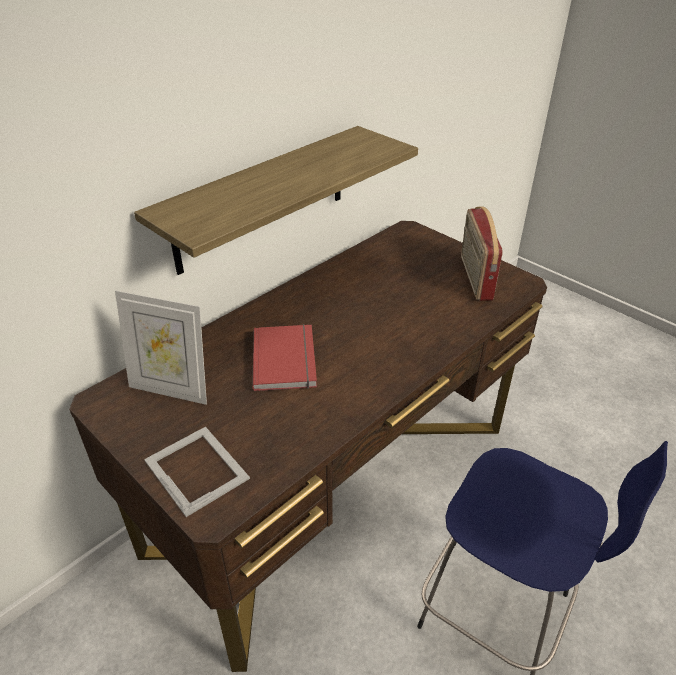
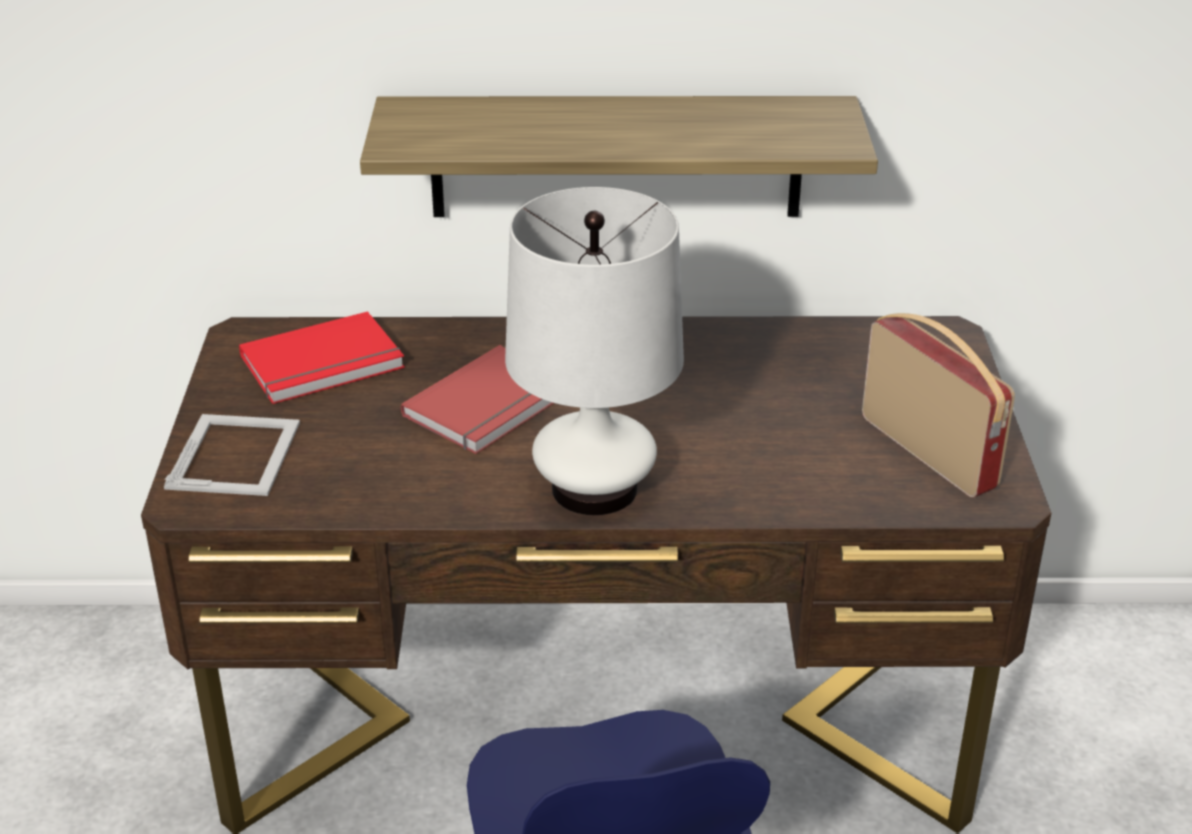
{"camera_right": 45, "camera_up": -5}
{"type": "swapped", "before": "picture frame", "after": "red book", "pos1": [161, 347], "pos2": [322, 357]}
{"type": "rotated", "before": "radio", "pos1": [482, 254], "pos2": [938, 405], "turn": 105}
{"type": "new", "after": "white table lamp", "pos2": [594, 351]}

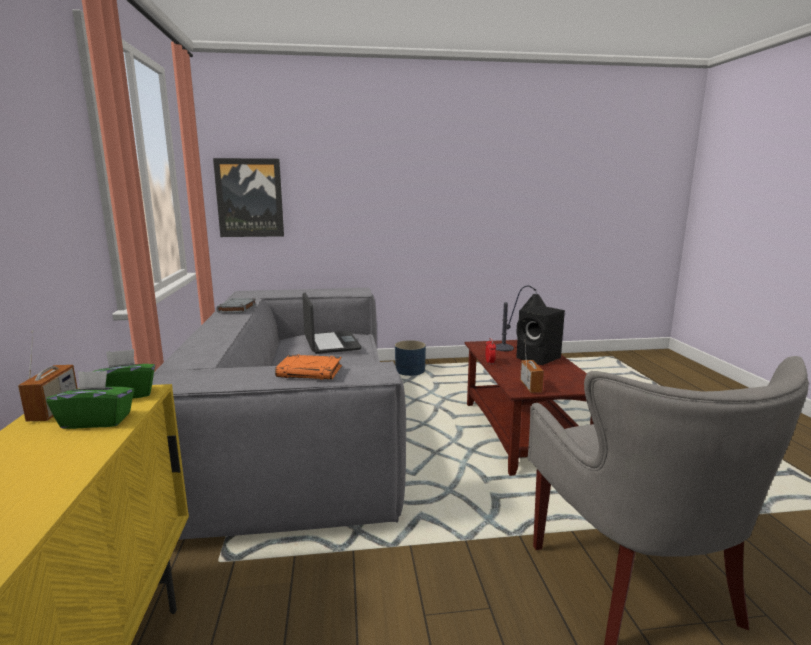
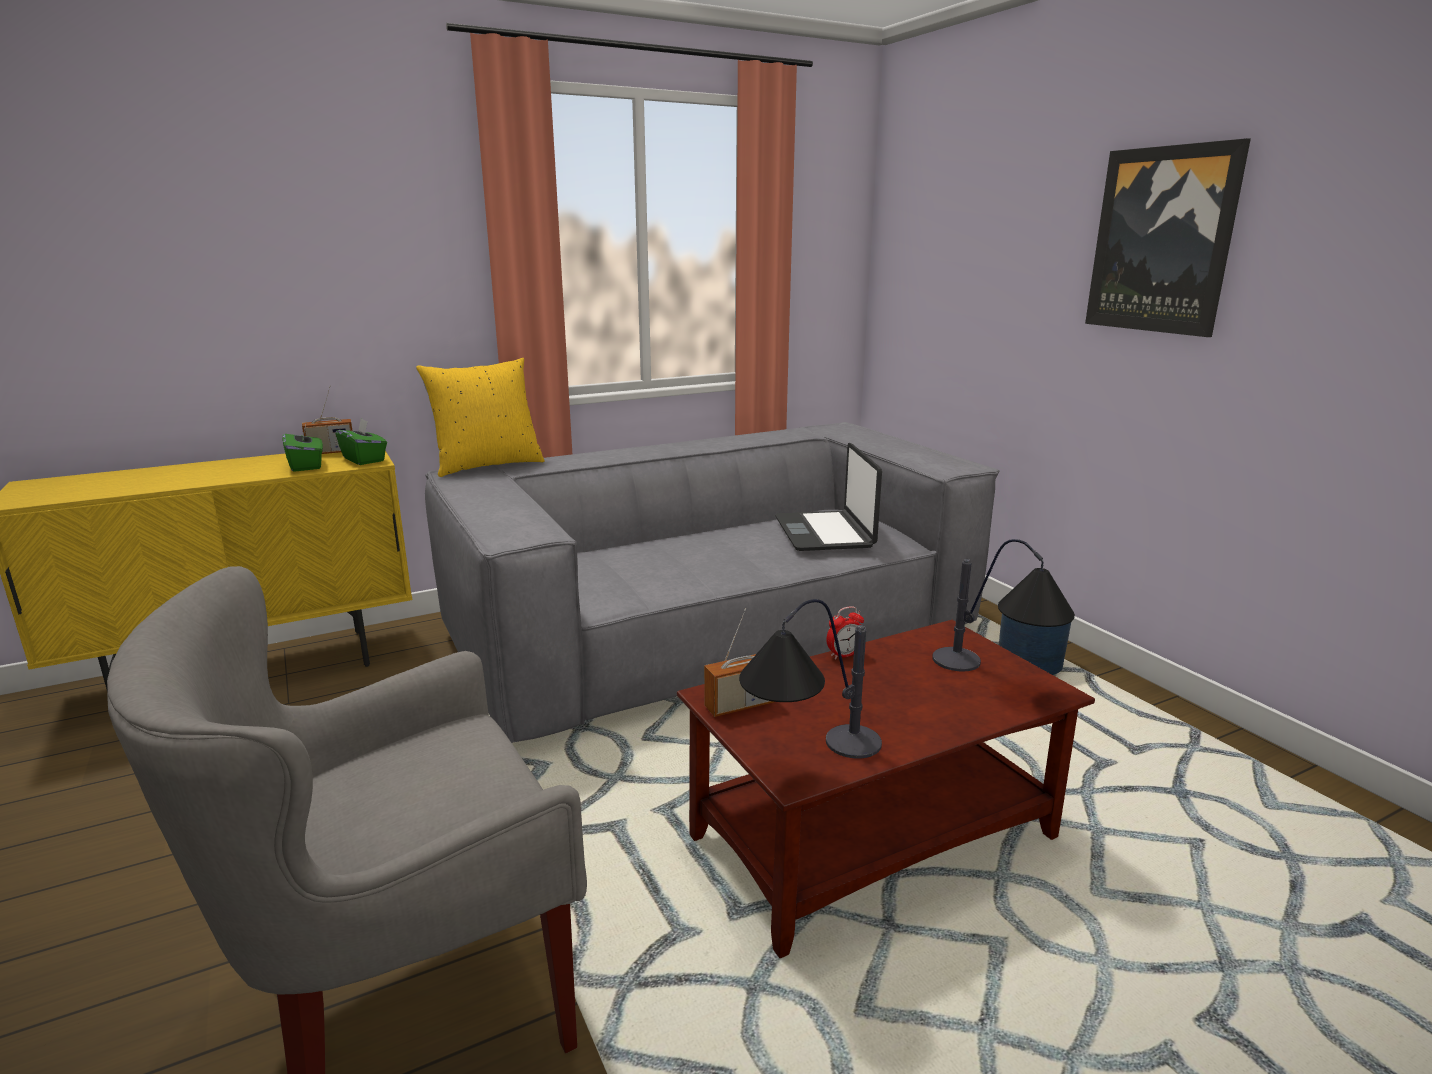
{"camera_right": 70, "camera_up": 5}
{"type": "shifted", "before": "picture", "pos1": [248, 197], "pos2": [1168, 237]}
{"type": "gone", "before": "grey book", "pos1": [236, 305]}
{"type": "gone", "before": "orange book", "pos1": [308, 367]}
{"type": "rotated", "before": "laptop", "pos1": [332, 323], "pos2": [828, 497], "turn": 120}
{"type": "gone", "before": "black speaker", "pos1": [540, 335]}
{"type": "new", "after": "yellow pillow", "pos2": [480, 417]}
{"type": "new", "after": "table lamp", "pos2": [810, 679]}

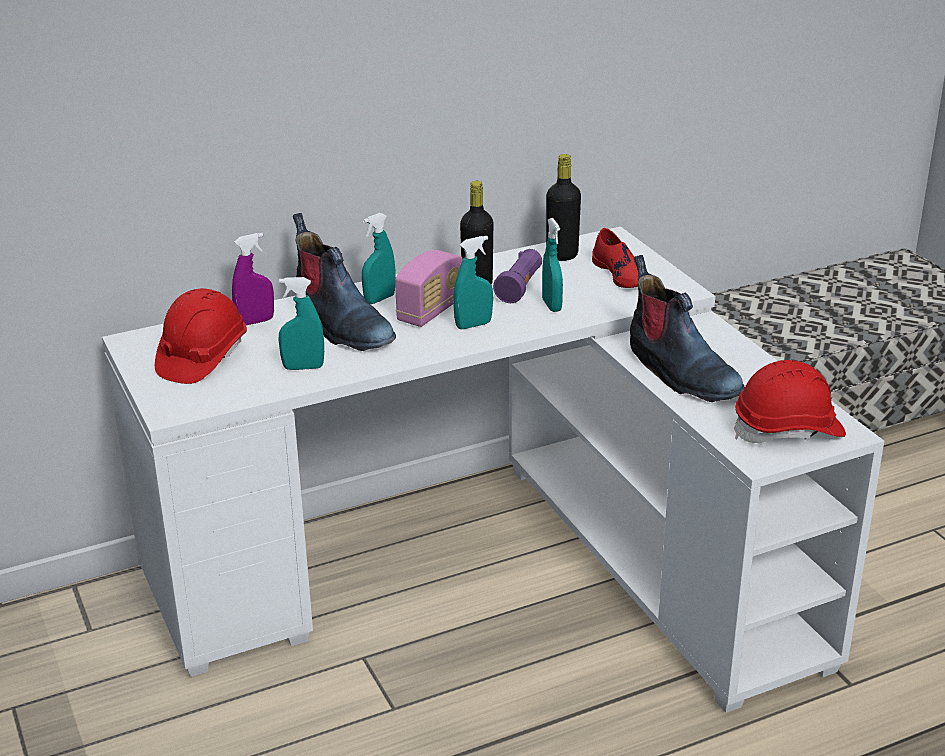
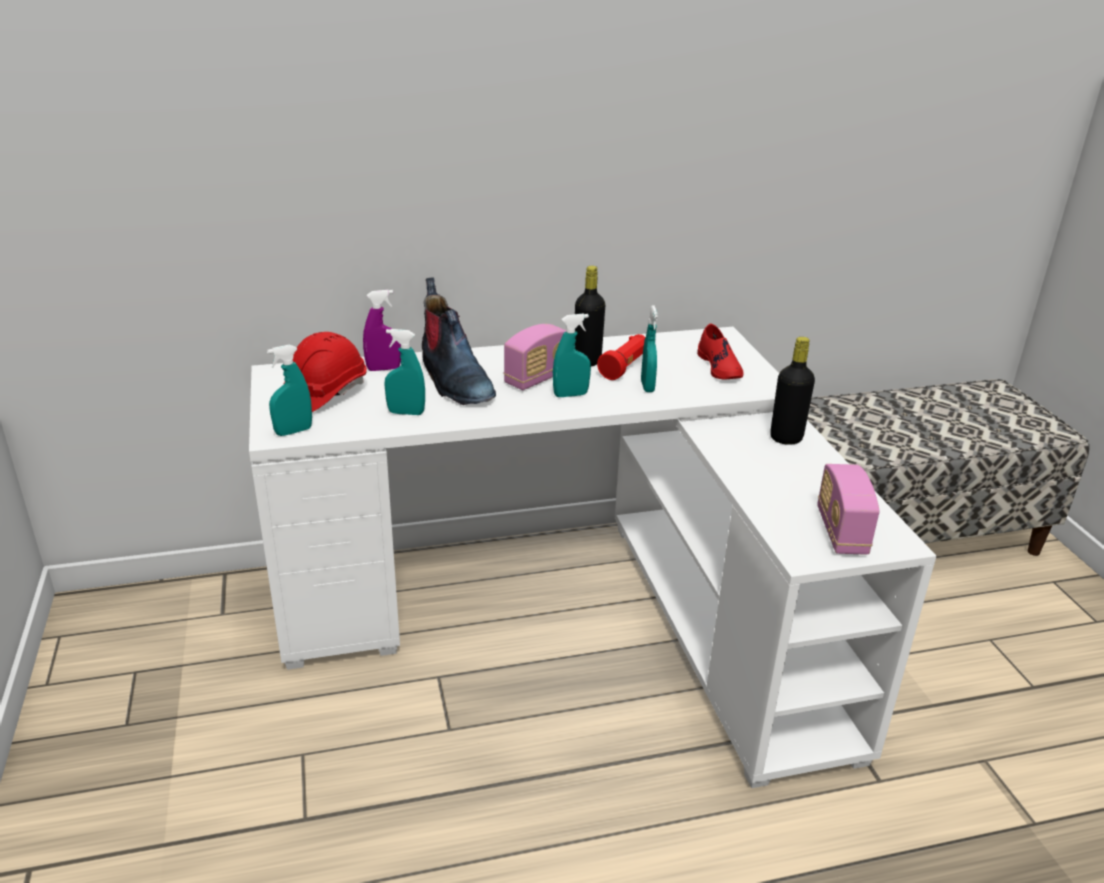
{"camera_right": 10, "camera_up": 0}
{"type": "shifted", "before": "turquoise spray bottle", "pos1": [378, 258], "pos2": [289, 390]}
{"type": "repainted", "before": "purple flashlight", "after": "red flashlight", "pos1": [517, 276], "pos2": [621, 357]}
{"type": "shifted", "before": "black bottle", "pos1": [563, 207], "pos2": [792, 391]}
{"type": "gone", "before": "boot", "pos1": [687, 328]}
{"type": "swapped", "before": "red hard hat", "after": "radio", "pos1": [790, 401], "pos2": [848, 509]}

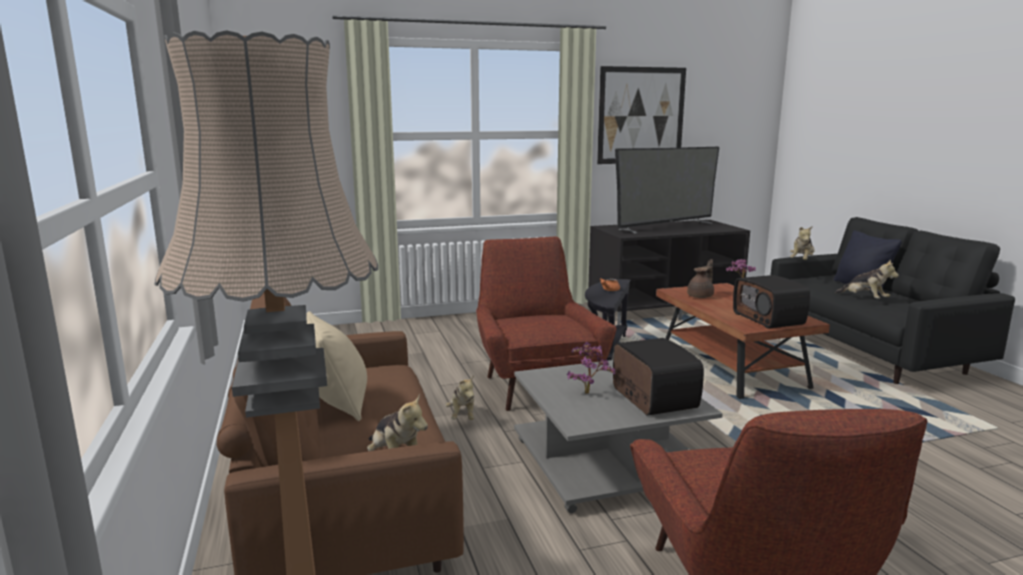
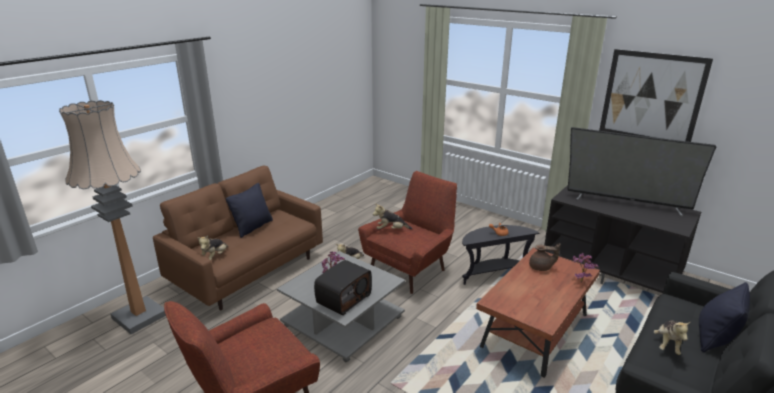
{"camera_right": 55, "camera_up": 10}
{"type": "repainted", "before": "beige pillow", "after": "black pillow", "pos1": [336, 366], "pos2": [249, 210]}
{"type": "gone", "before": "radio", "pos1": [771, 302]}
{"type": "shifted", "before": "plush toy", "pos1": [802, 243], "pos2": [392, 216]}

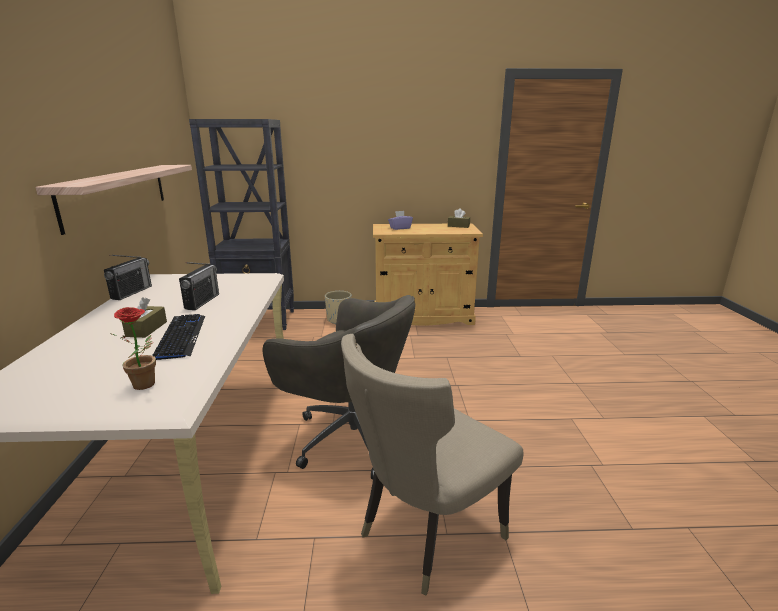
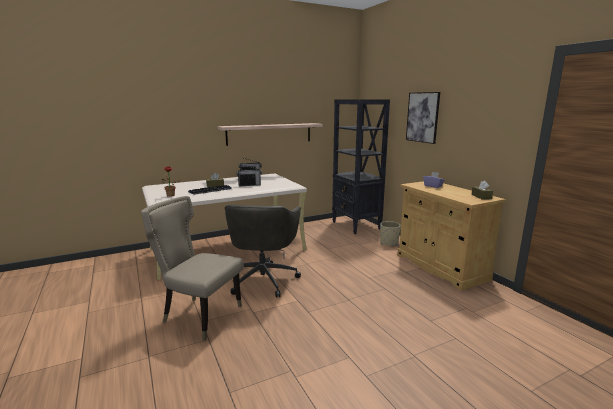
{"camera_right": 65, "camera_up": -5}
{"type": "new", "after": "picture", "pos2": [423, 118]}

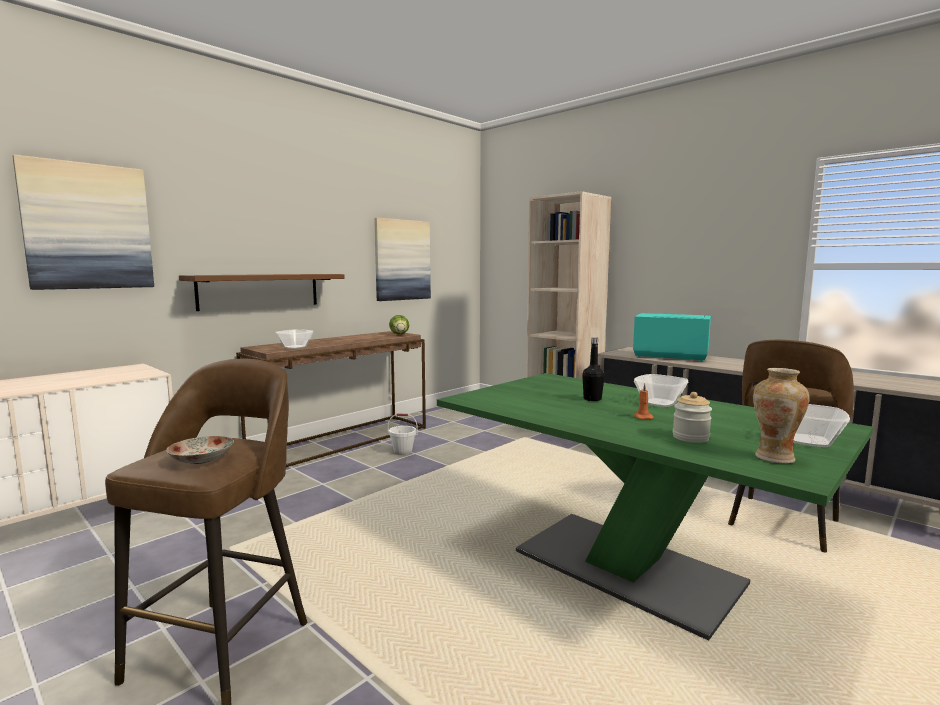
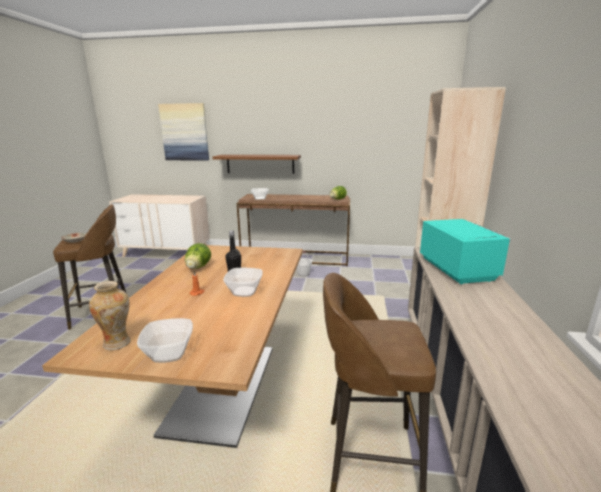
{"camera_right": 55, "camera_up": 10}
{"type": "gone", "before": "picture", "pos1": [402, 259]}
{"type": "repainted", "before": "green dining table", "after": "brown dining table", "pos1": [655, 507], "pos2": [172, 346]}
{"type": "gone", "before": "jar", "pos1": [692, 417]}
{"type": "new", "after": "lettuce", "pos2": [198, 256]}

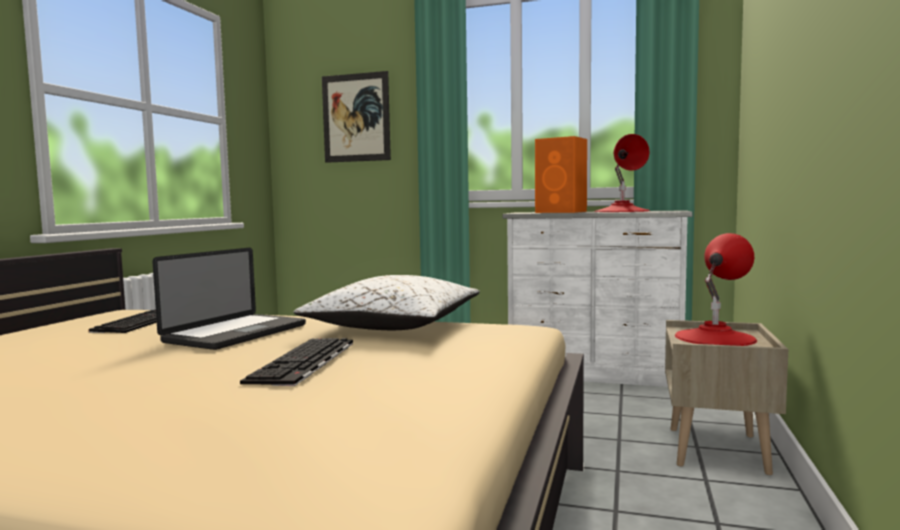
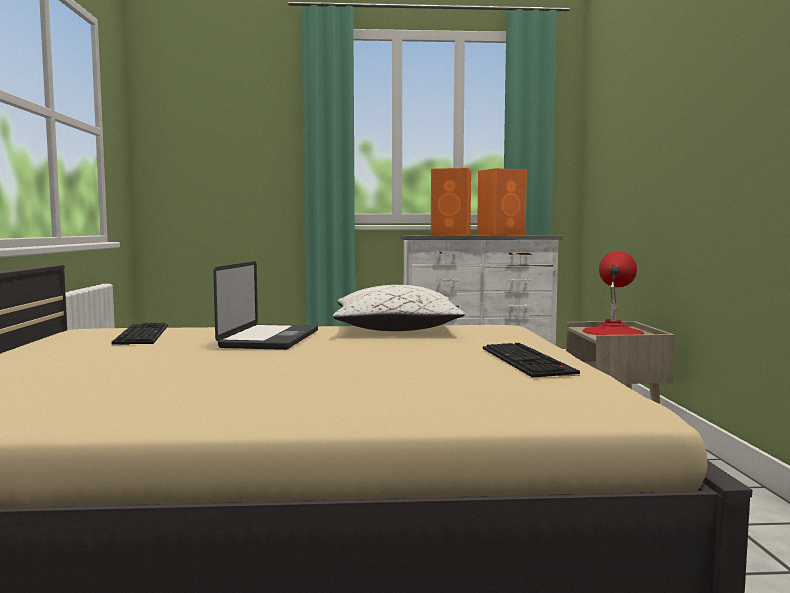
{"camera_right": -20, "camera_up": 0}
{"type": "shifted", "before": "keyboard", "pos1": [296, 362], "pos2": [531, 360]}
{"type": "gone", "before": "picture", "pos1": [356, 117]}
{"type": "swapped", "before": "red table lamp", "after": "orange speaker", "pos1": [622, 173], "pos2": [502, 201]}

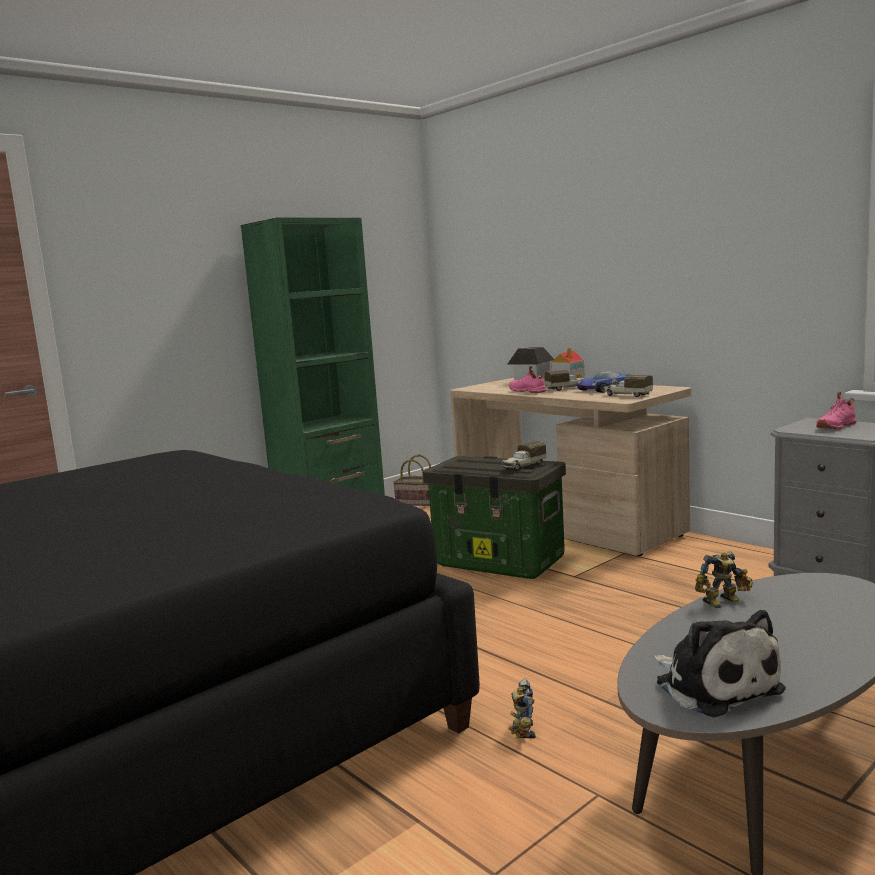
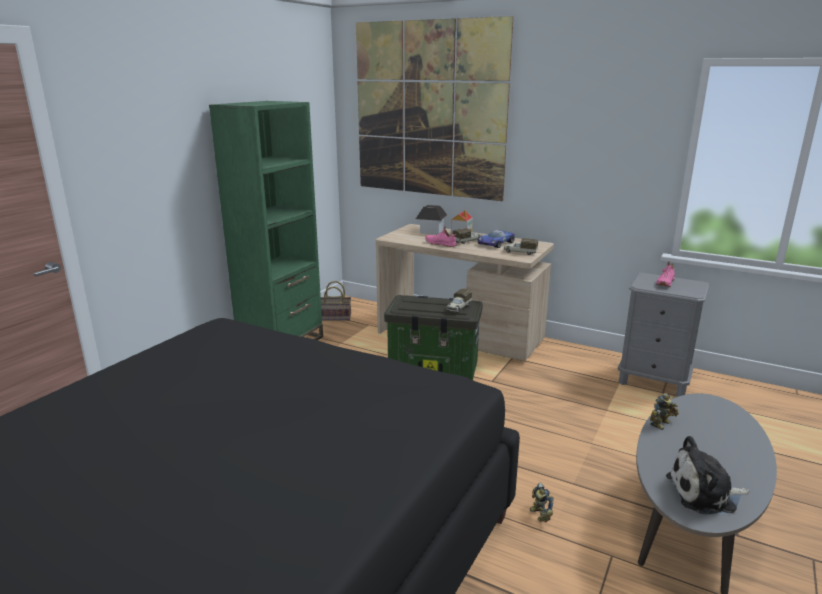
{"camera_right": -20, "camera_up": 10}
{"type": "rotated", "before": "plush toy", "pos1": [719, 664], "pos2": [708, 475], "turn": 135}
{"type": "new", "after": "picture", "pos2": [435, 108]}

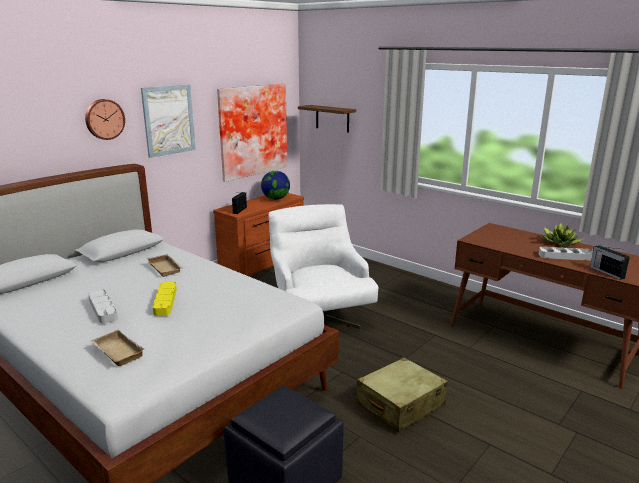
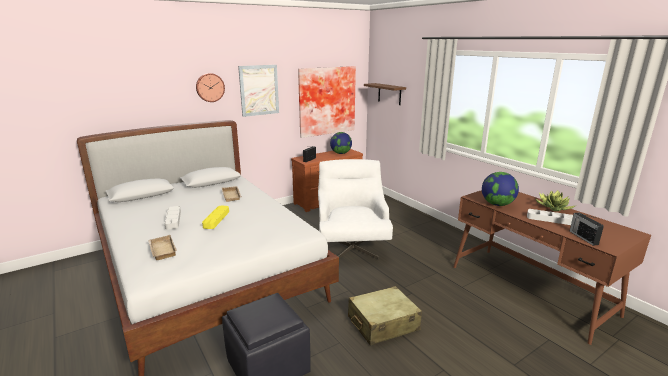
{"camera_right": 15, "camera_up": 0}
{"type": "new", "after": "globe", "pos2": [500, 189]}

